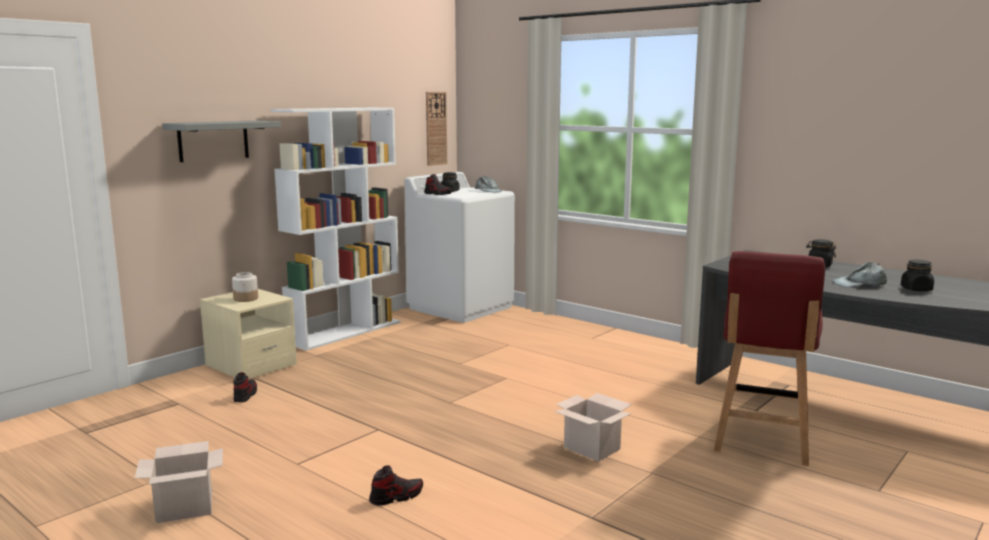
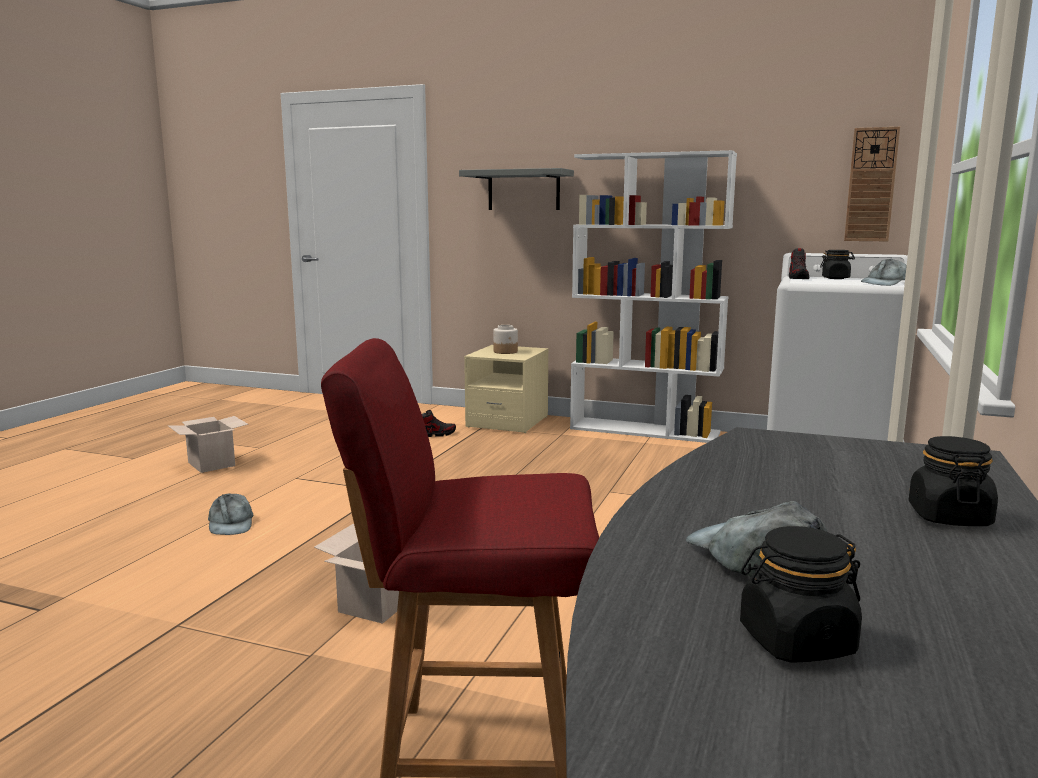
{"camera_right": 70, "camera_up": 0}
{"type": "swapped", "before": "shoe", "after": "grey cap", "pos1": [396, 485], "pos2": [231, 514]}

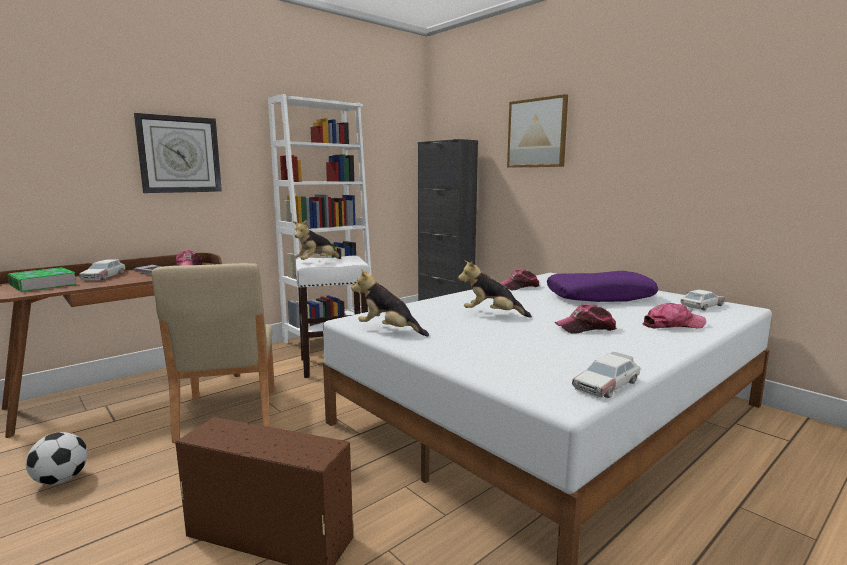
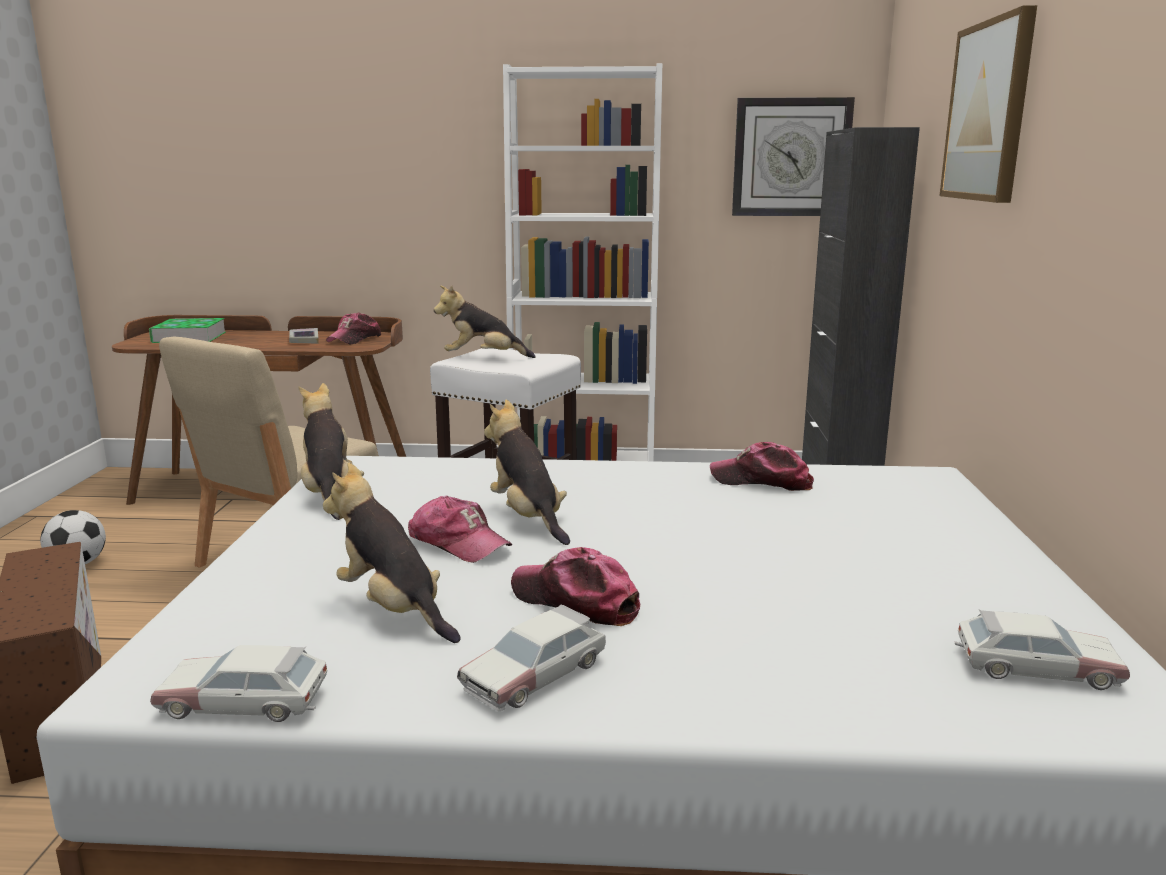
{"camera_right": 45, "camera_up": 5}
{"type": "shifted", "before": "toy car", "pos1": [102, 269], "pos2": [531, 658]}
{"type": "shifted", "before": "wall clock", "pos1": [178, 153], "pos2": [793, 156]}
{"type": "gone", "before": "purple pillow", "pos1": [602, 286]}
{"type": "shifted", "before": "cap", "pos1": [674, 316], "pos2": [460, 529]}
{"type": "new", "after": "plush toy", "pos2": [392, 552]}

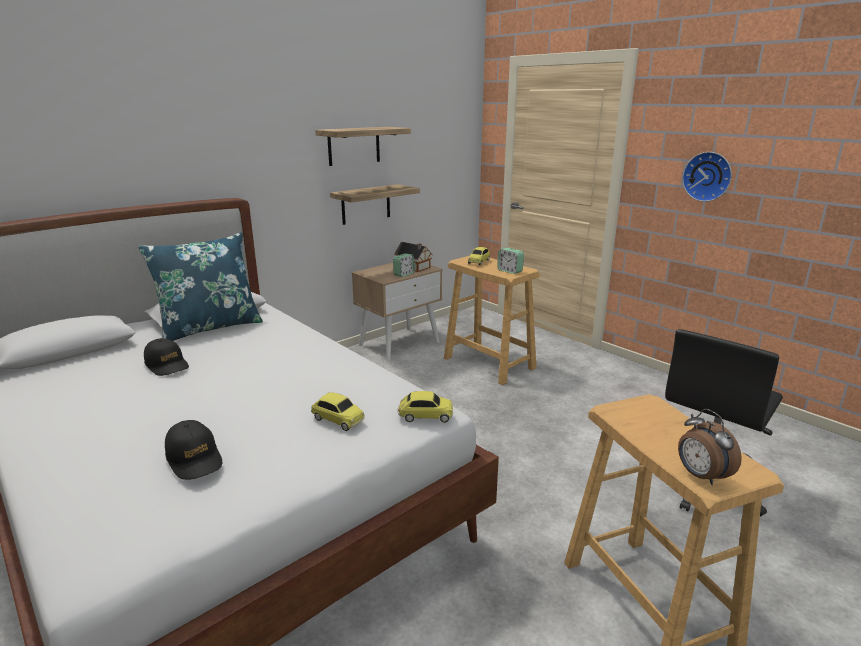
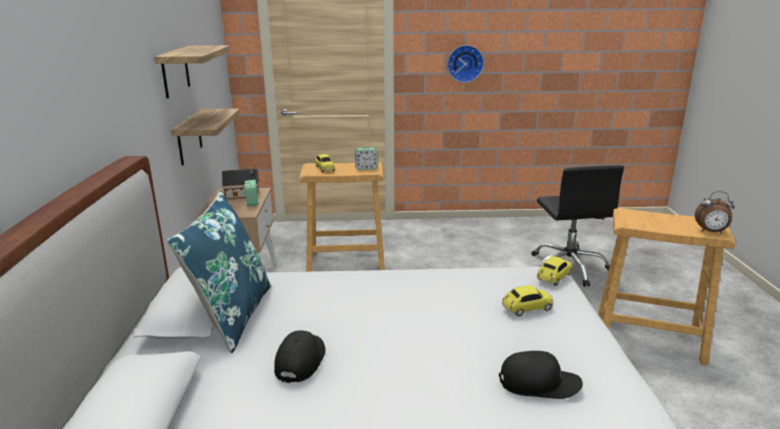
{"camera_right": -50, "camera_up": 0}
{"type": "rotated", "before": "black cap", "pos1": [166, 357], "pos2": [299, 356], "turn": -75}

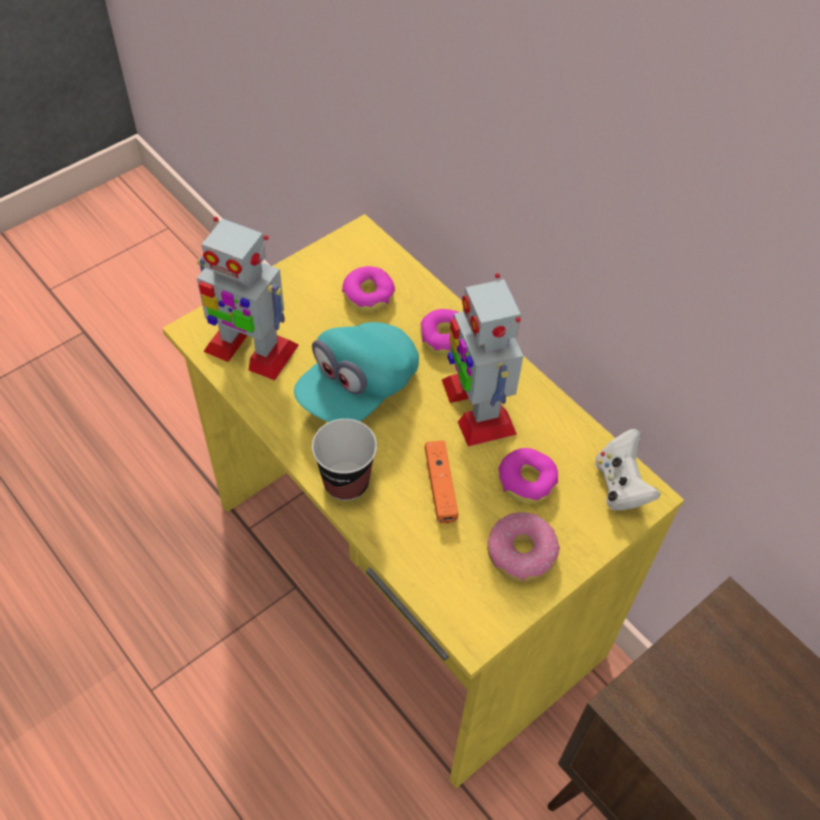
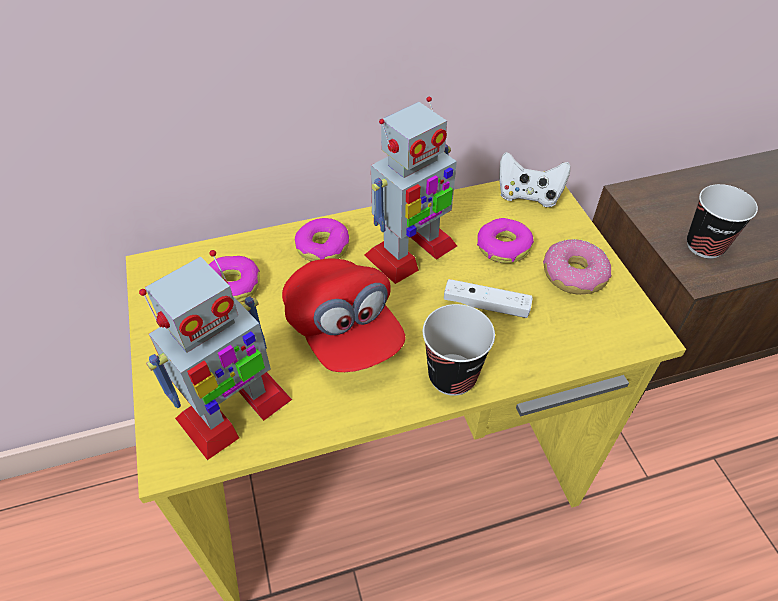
{"camera_right": -65, "camera_up": -5}
{"type": "repainted", "before": "turquoise cap", "after": "red cap", "pos1": [356, 372], "pos2": [343, 315]}
{"type": "repainted", "before": "orange game controller", "after": "white game controller", "pos1": [441, 482], "pos2": [488, 298]}
{"type": "rotated", "before": "toy robot", "pos1": [482, 360], "pos2": [410, 190], "turn": -45}
{"type": "new", "after": "cup", "pos2": [722, 221]}

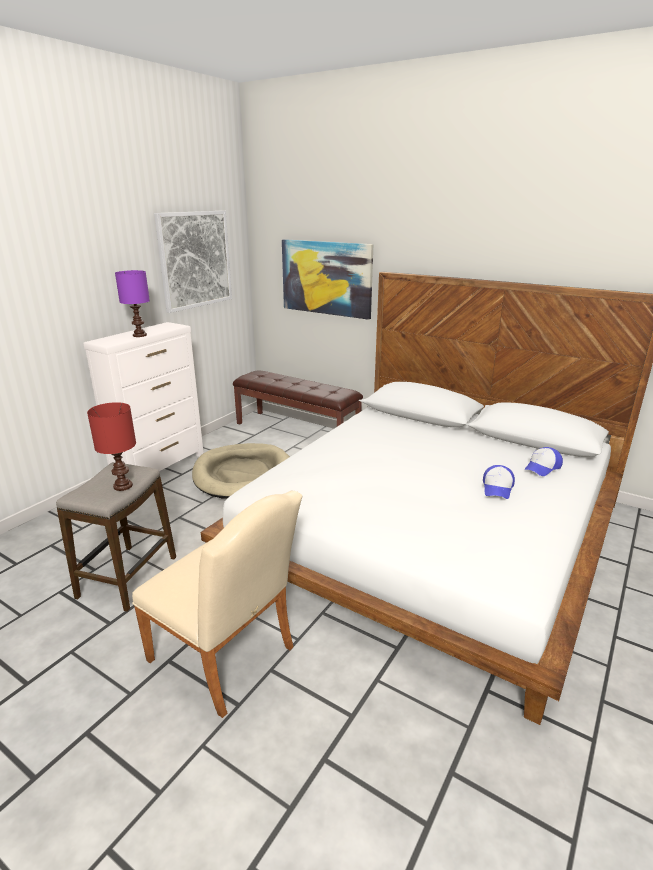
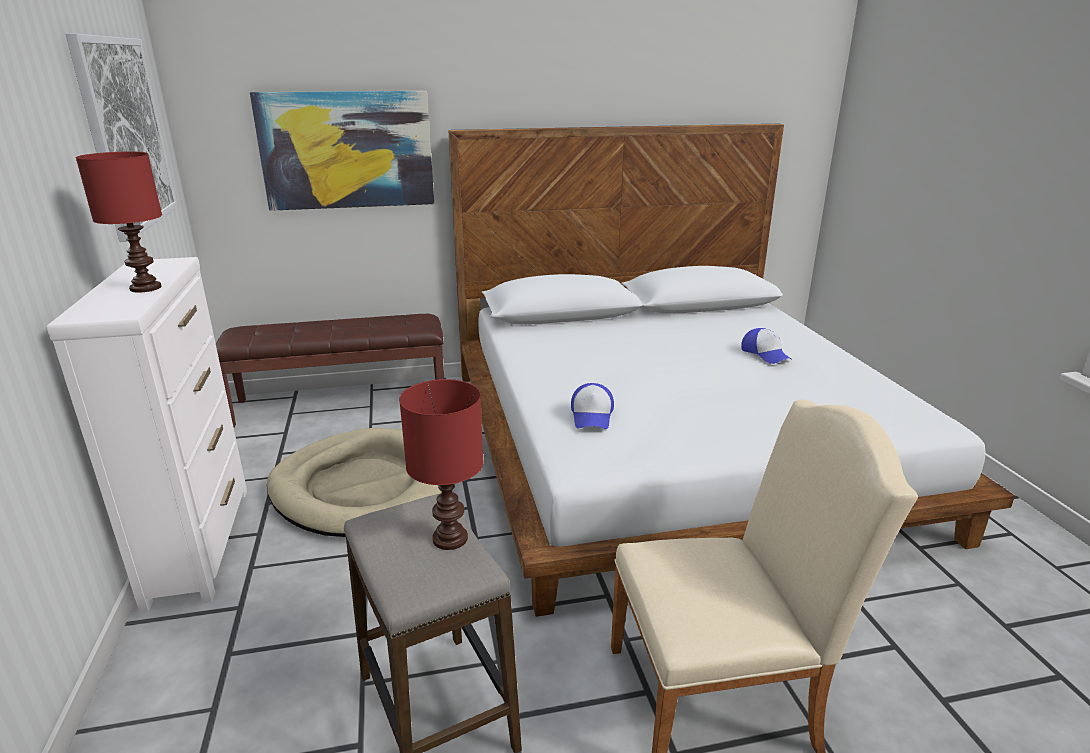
{"camera_right": -45, "camera_up": 0}
{"type": "repainted", "before": "purple table lamp", "after": "red table lamp", "pos1": [132, 303], "pos2": [118, 222]}
{"type": "shifted", "before": "cap", "pos1": [543, 461], "pos2": [592, 406]}

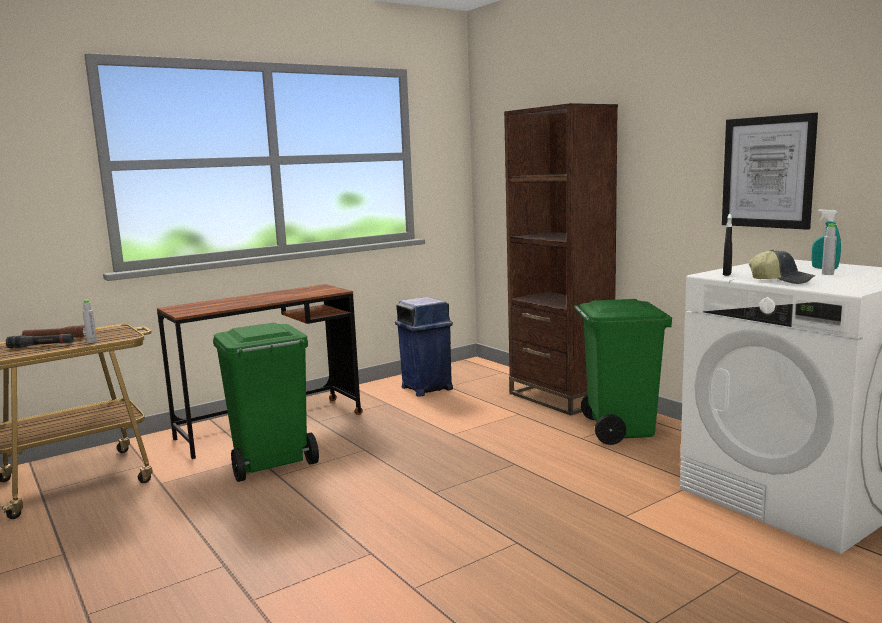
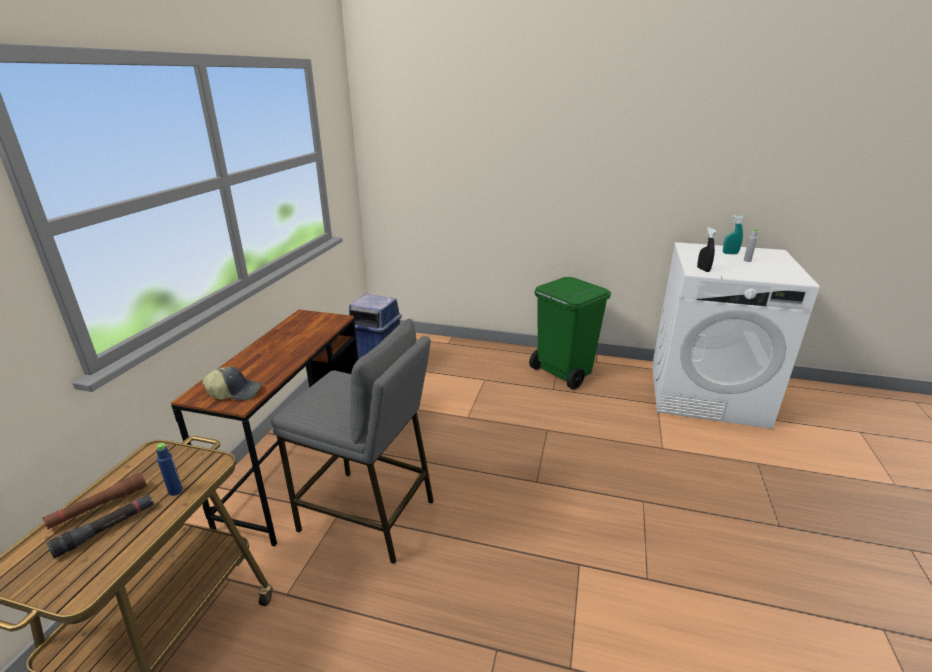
{"camera_right": -40, "camera_up": 15}
{"type": "repainted", "before": "grey bottle", "after": "blue bottle", "pos1": [90, 321], "pos2": [169, 469]}
{"type": "swapped", "before": "green trash can", "after": "grey stool", "pos1": [266, 402], "pos2": [352, 441]}
{"type": "gone", "before": "brown bookcase", "pos1": [561, 259]}
{"type": "gone", "before": "picture", "pos1": [770, 171]}
{"type": "shifted", "before": "cap", "pos1": [781, 266], "pos2": [232, 383]}

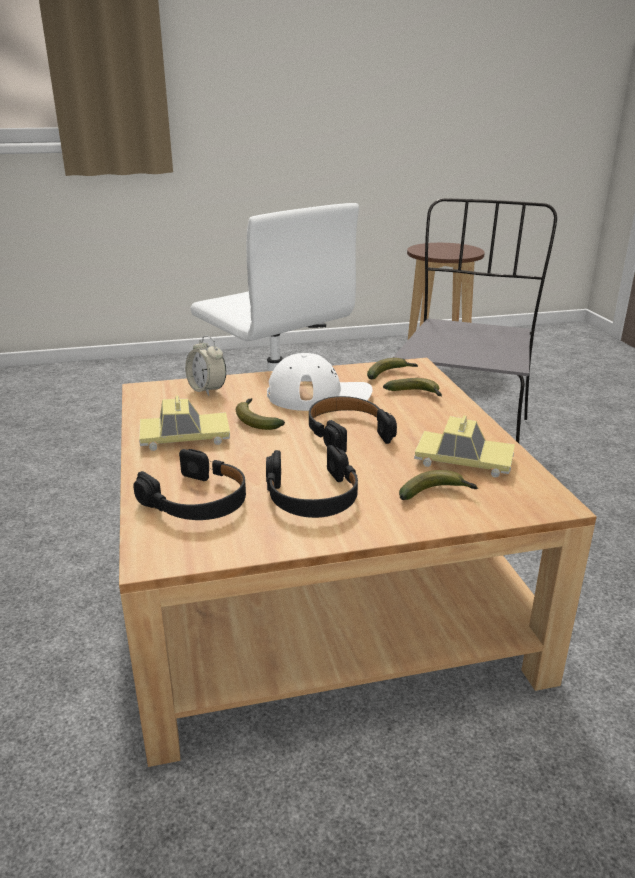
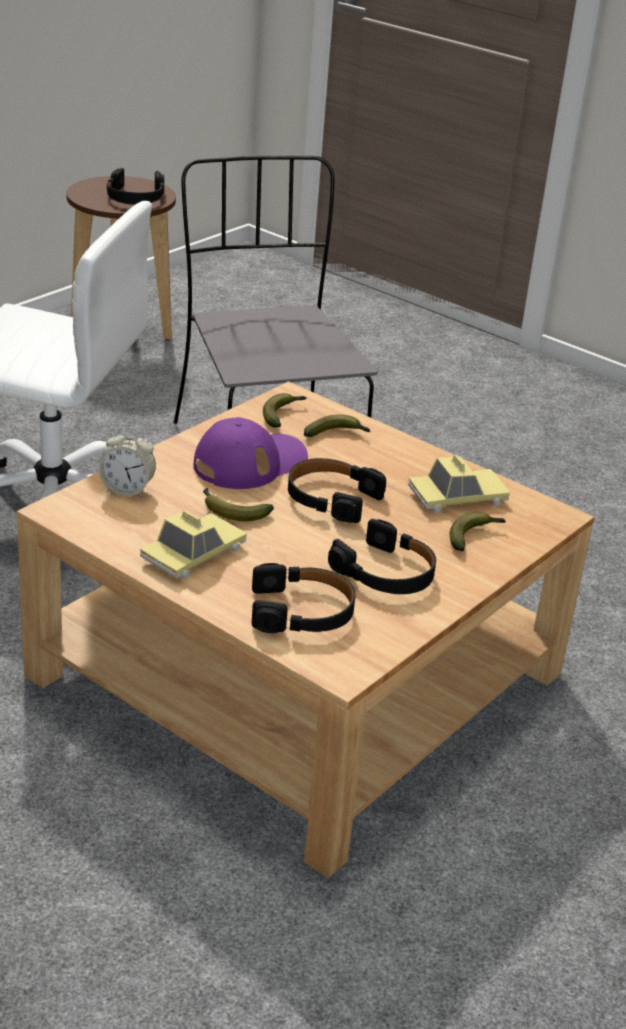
{"camera_right": -40, "camera_up": 5}
{"type": "repainted", "before": "white cap", "after": "purple cap", "pos1": [320, 382], "pos2": [251, 453]}
{"type": "new", "after": "black headphones", "pos2": [135, 186]}

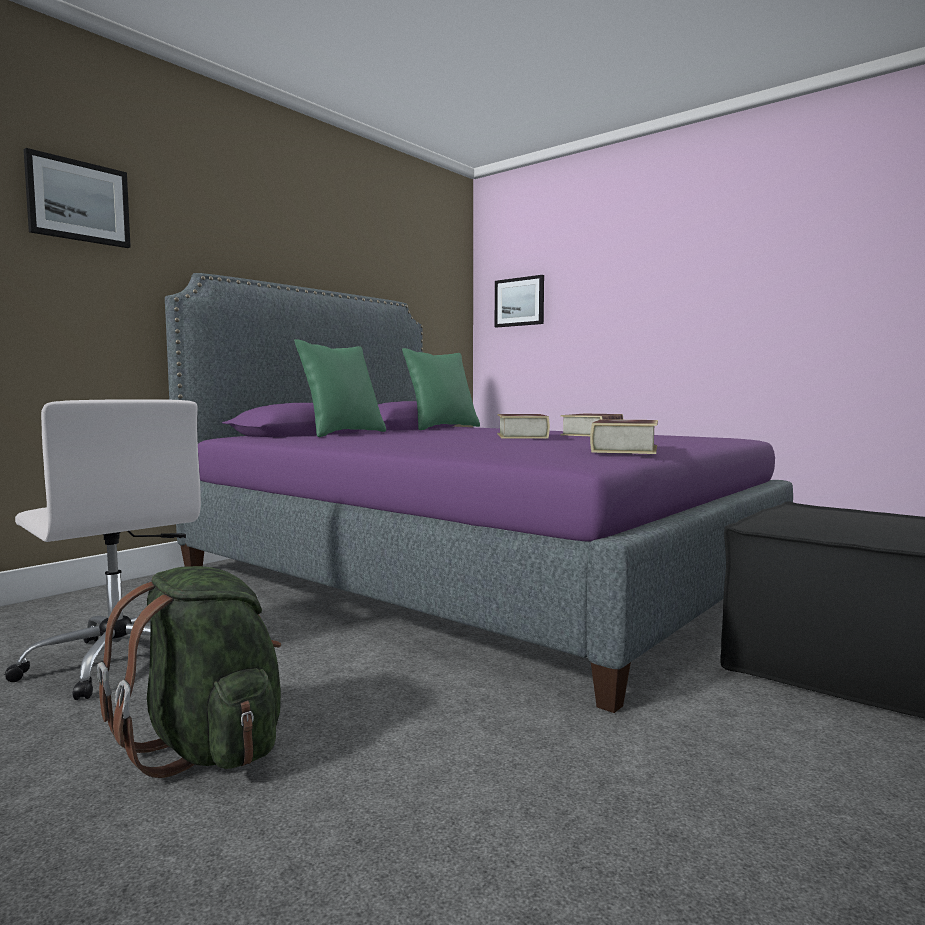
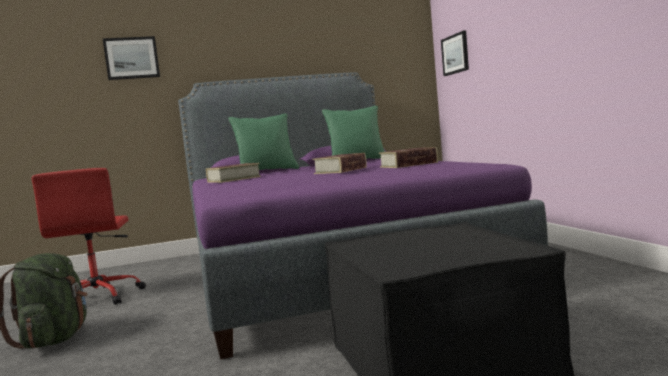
{"camera_right": 35, "camera_up": 0}
{"type": "repainted", "before": "white office chair", "after": "red office chair", "pos1": [102, 549], "pos2": [89, 236]}
{"type": "shifted", "before": "book", "pos1": [624, 436], "pos2": [233, 173]}

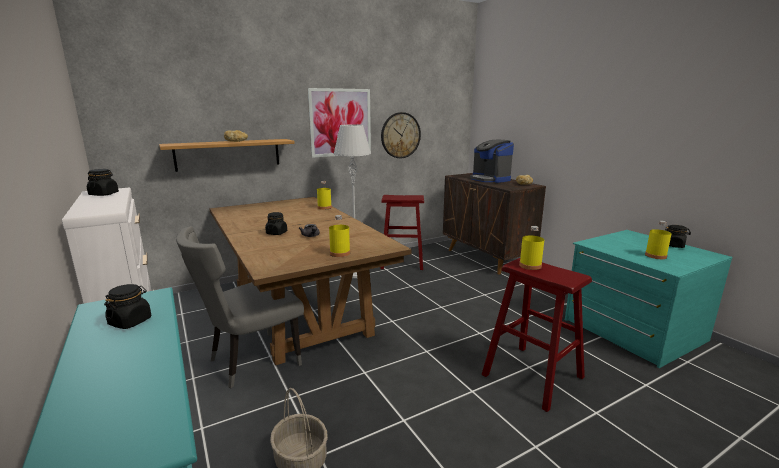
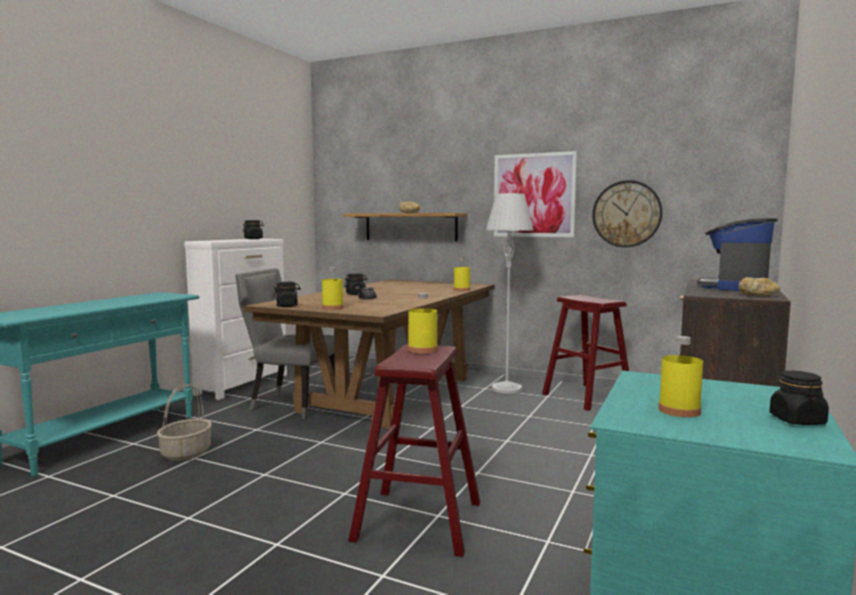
{"camera_right": 55, "camera_up": -10}
{"type": "shifted", "before": "black jar", "pos1": [127, 306], "pos2": [287, 294]}

